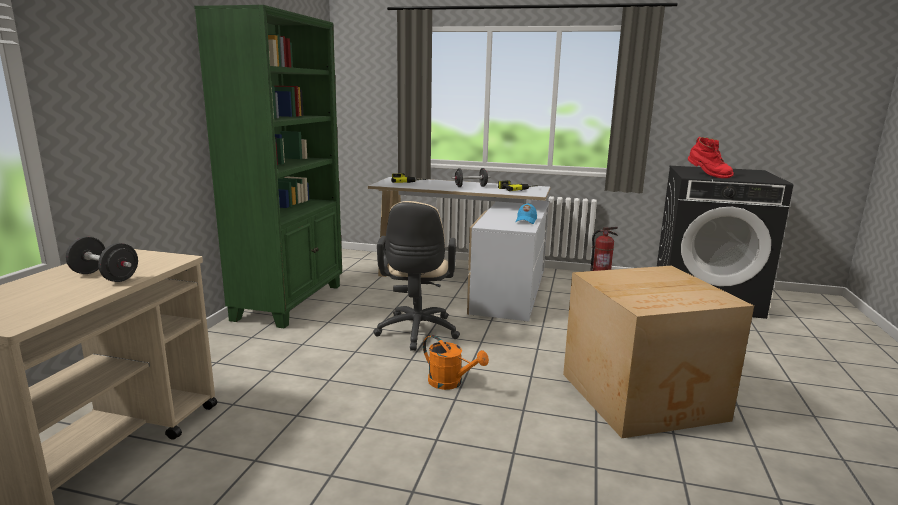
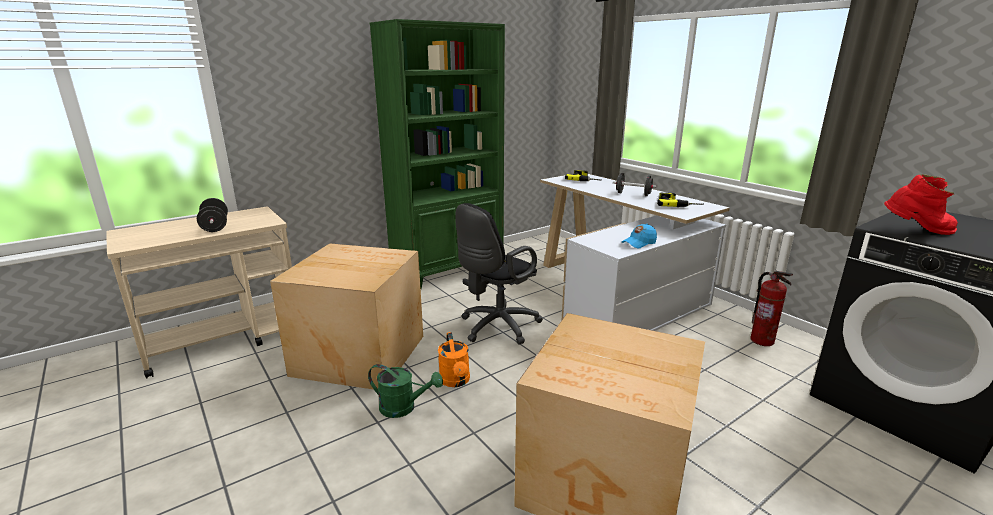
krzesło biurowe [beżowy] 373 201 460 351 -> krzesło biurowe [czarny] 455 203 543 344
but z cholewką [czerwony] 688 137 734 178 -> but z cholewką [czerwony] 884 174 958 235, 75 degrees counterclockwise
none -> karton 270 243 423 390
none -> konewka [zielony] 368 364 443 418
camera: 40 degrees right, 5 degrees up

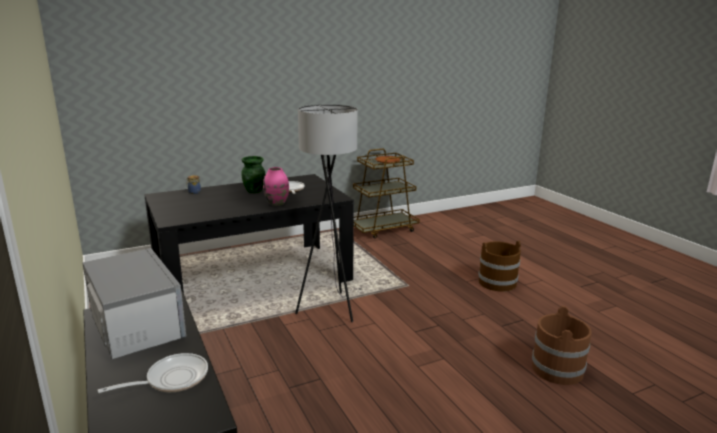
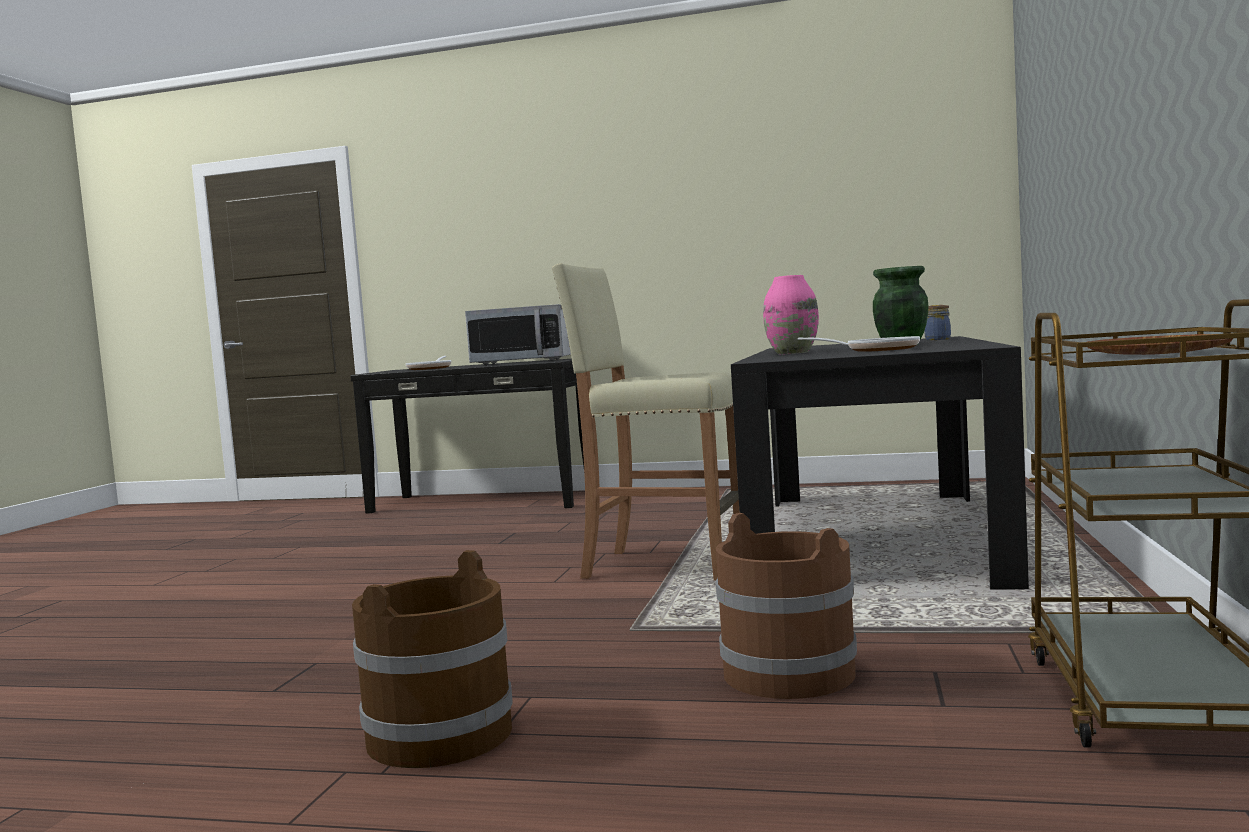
lampa stojąca [szary] 295 105 361 322 -> stołek [beżowy] 552 263 739 581
wiadro [brązowy] 532 306 592 385 -> wiadro [brązowy] 716 513 857 699, moved
camera: 130 degrees right, 15 degrees down

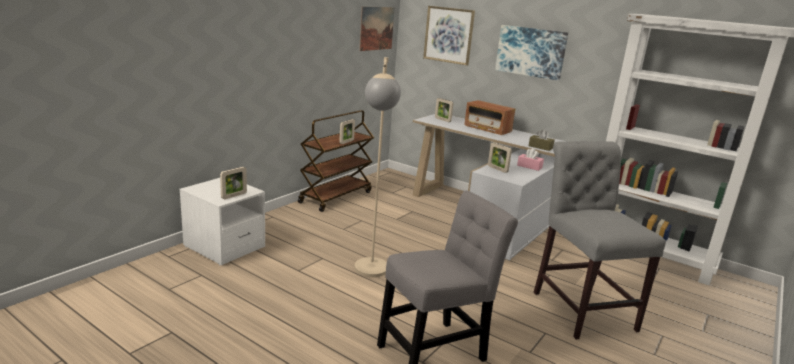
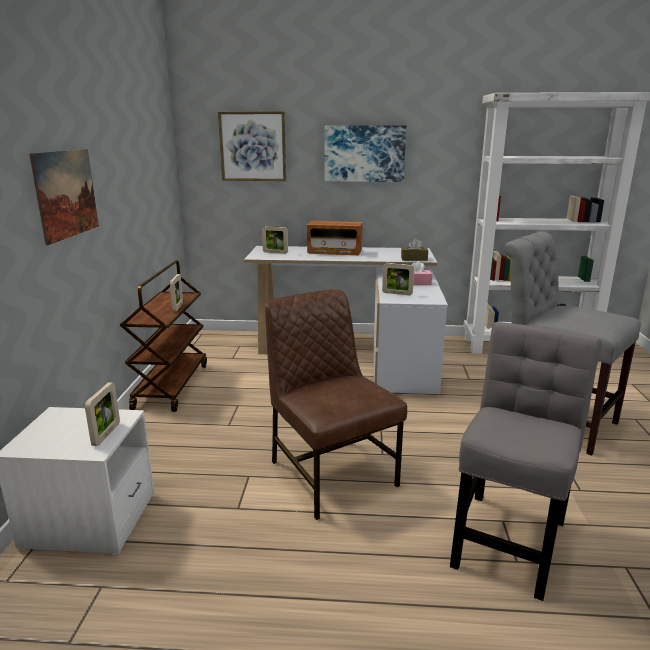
lampa stojąca [beżowy] 354 57 401 277 -> krzesło [brązowy] 265 289 407 520
obraz 359 7 395 51 -> obraz 29 149 99 245, moved
camera: 30 degrees left, 0 degrees up

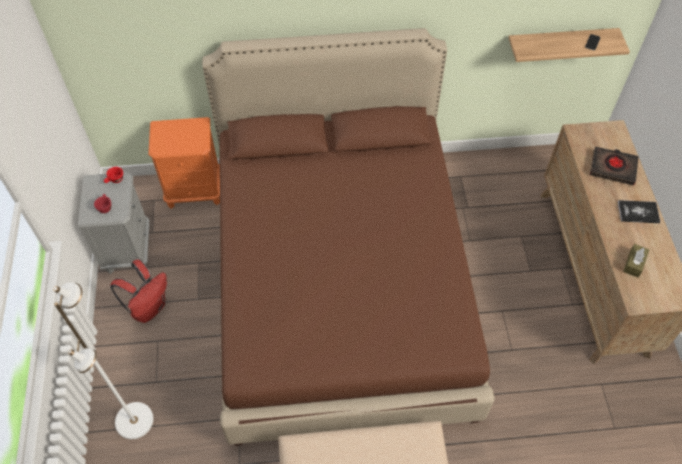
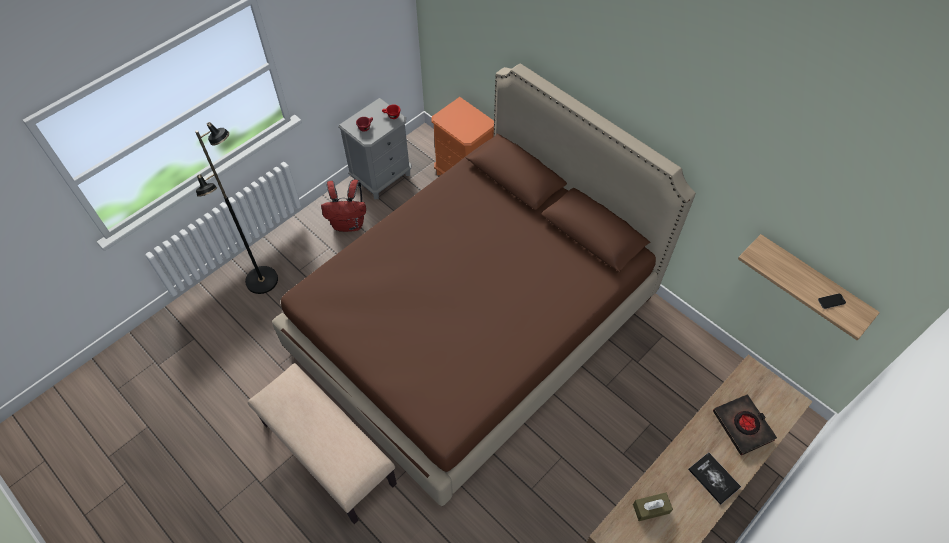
lampa stojąca [biały] 53 282 153 439 -> lampa stojąca [czarny] 195 122 278 294
camera: 50 degrees right, 0 degrees up

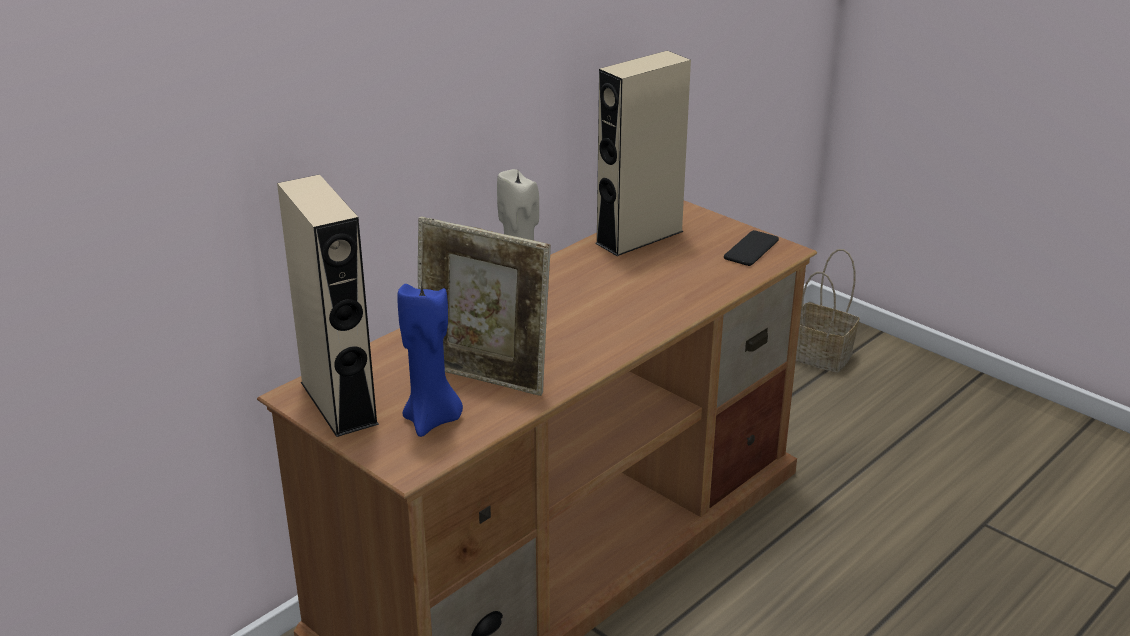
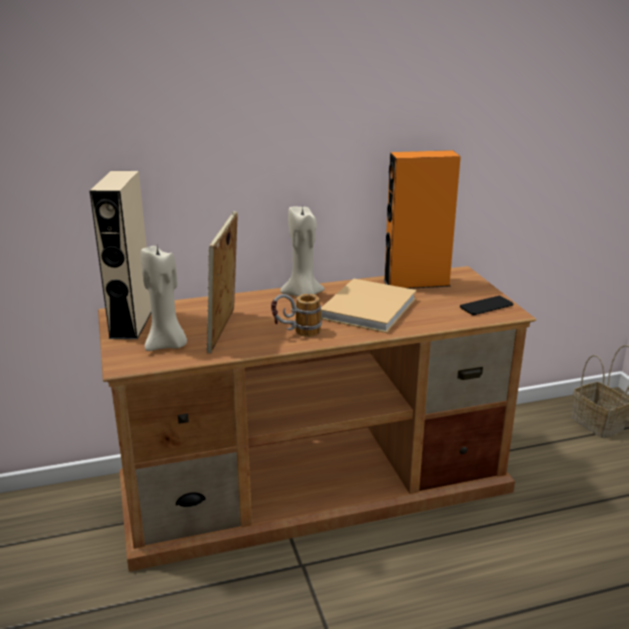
świeca [niebieski] 397 281 463 437 -> świeca [beżowy] 141 246 187 351
ramka na zdjęcie 418 216 551 396 -> ramka na zdjęcie 206 211 238 353, 45 degrees clockwise
głośnik [beżowy] 595 51 691 256 -> głośnik [pomarańczowy] 384 150 461 289
none -> kubek 271 294 322 337
none -> książka [beżowy] 320 279 417 333
camera: 30 degrees right, 5 degrees down

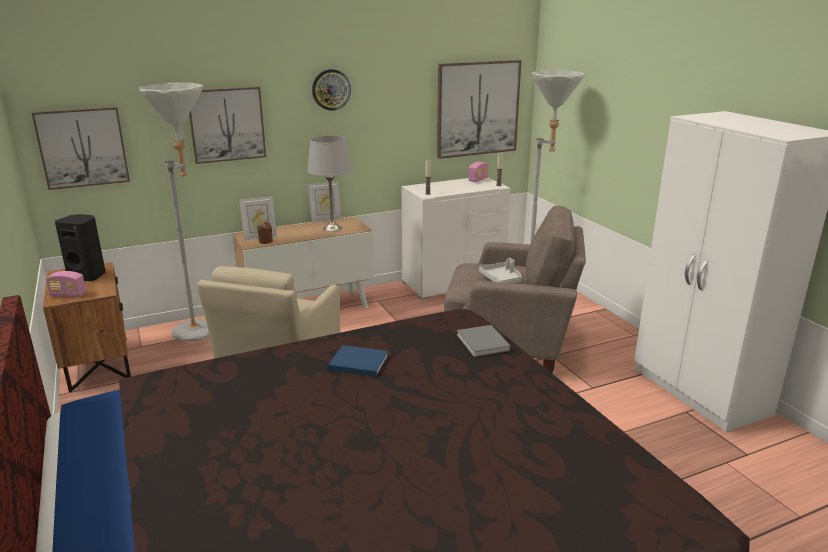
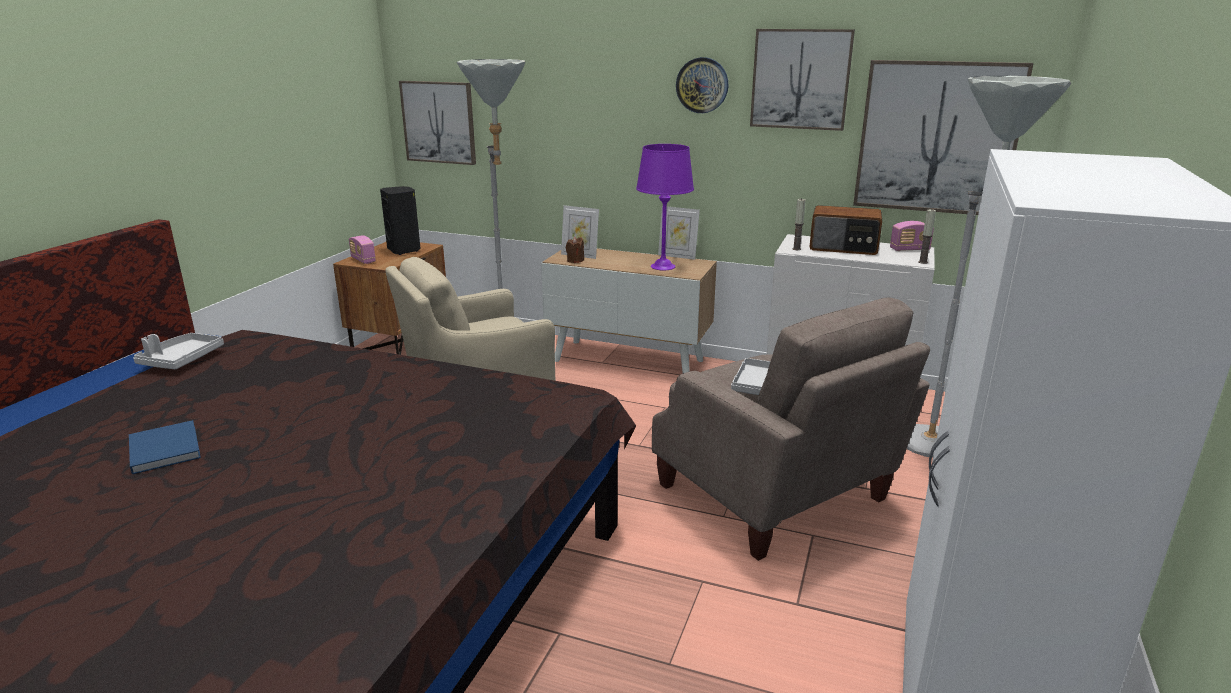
obraz 189 87 266 164 -> obraz 750 29 855 131, moved
lampa stołowa [szary] 307 136 352 232 -> lampa stołowa [fioletowy] 636 144 694 270
książka [niebieski] 328 345 388 377 -> książka [niebieski] 129 420 201 474, moved
książka [szary] 457 325 511 357 -> none
none -> taca [szary] 133 333 224 369
none -> radio 810 205 882 255
camera: 45 degrees right, 0 degrees up

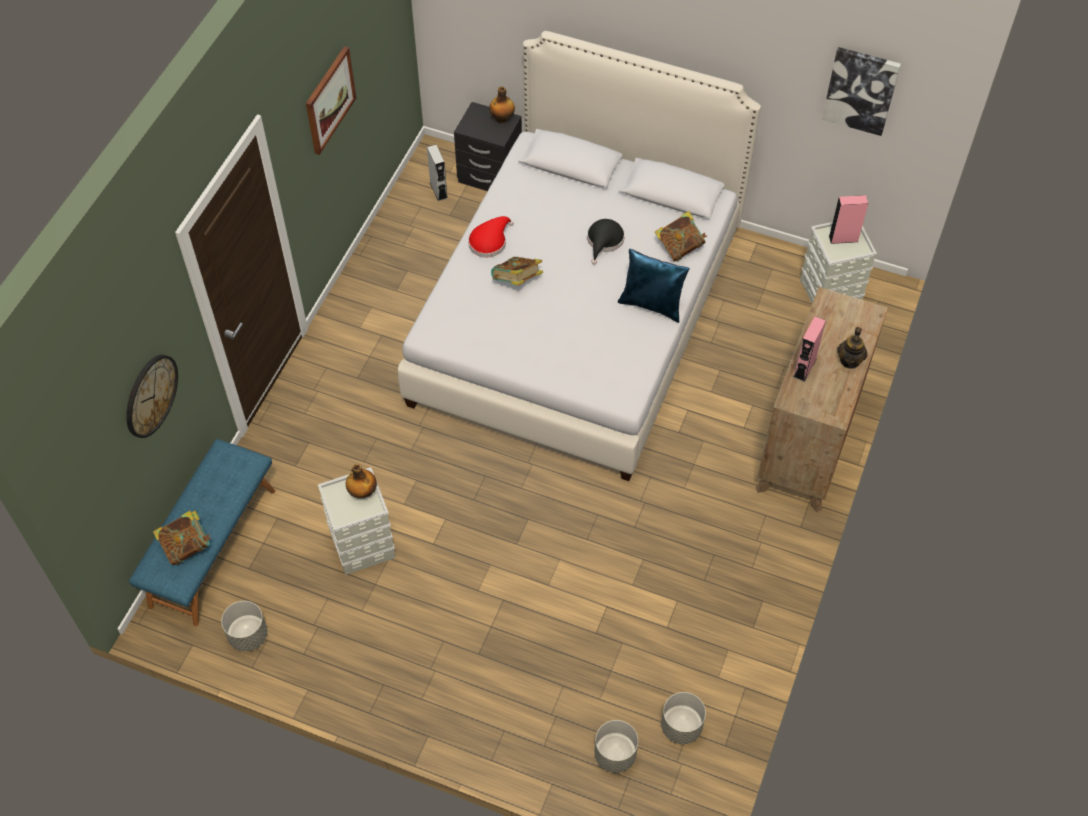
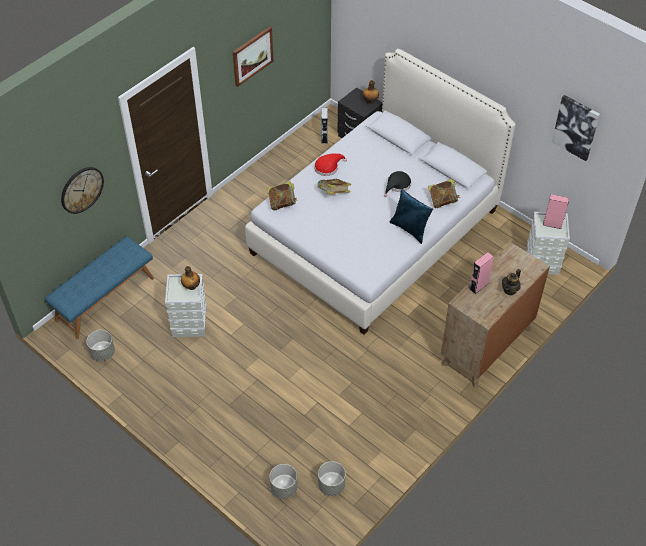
książka 153 511 211 565 -> książka 267 181 298 210, moved
camera: 20 degrees right, 5 degrees down

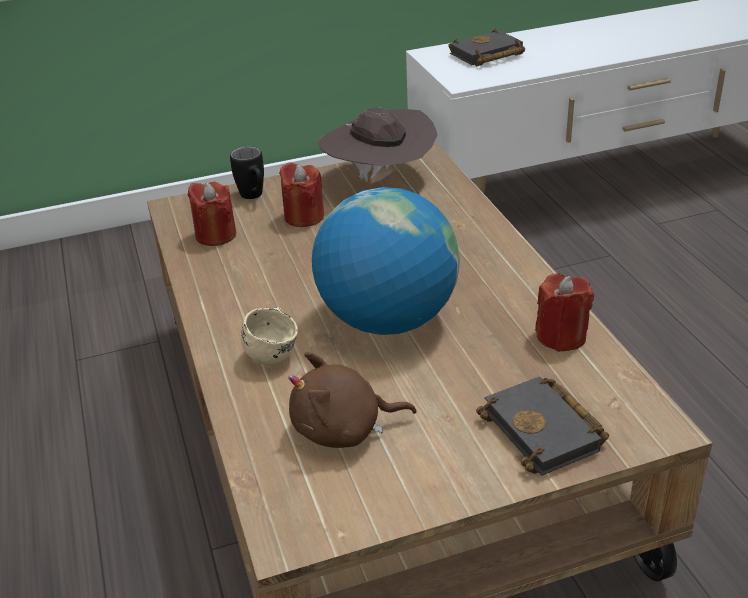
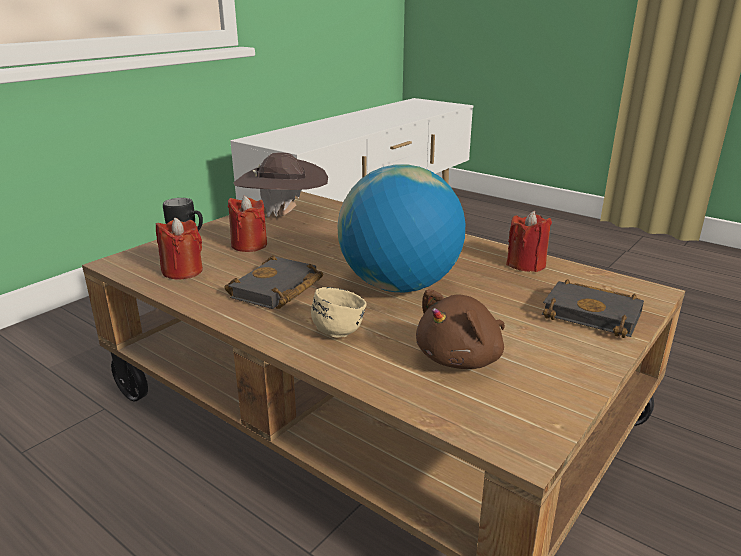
książka [czarny] 448 29 525 66 -> książka [czarny] 224 256 323 309, moved
camera: 35 degrees left, 10 degrees down

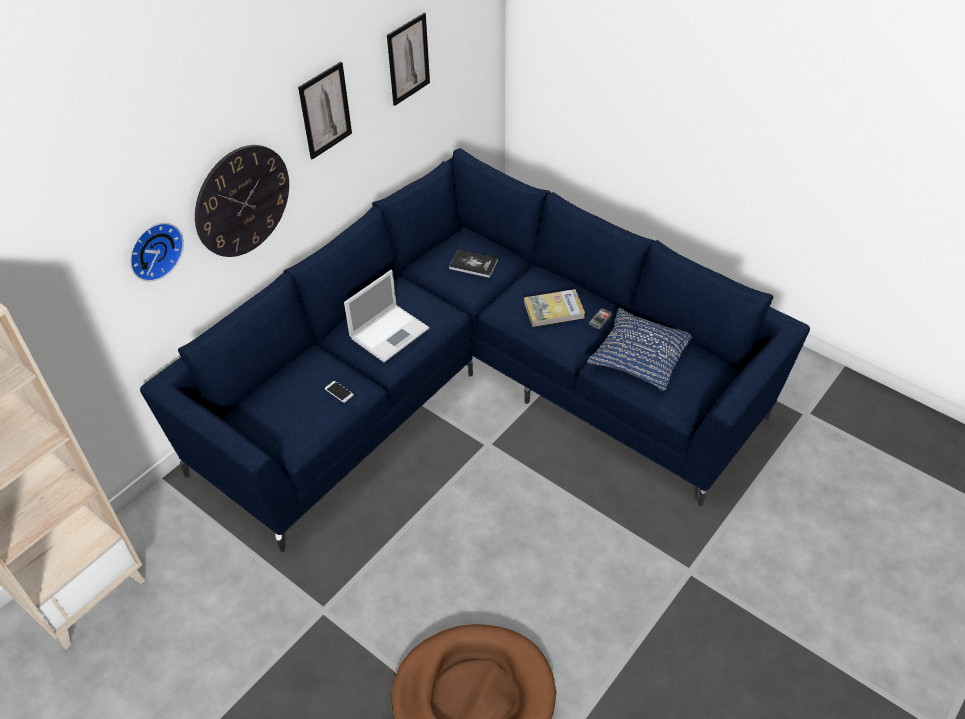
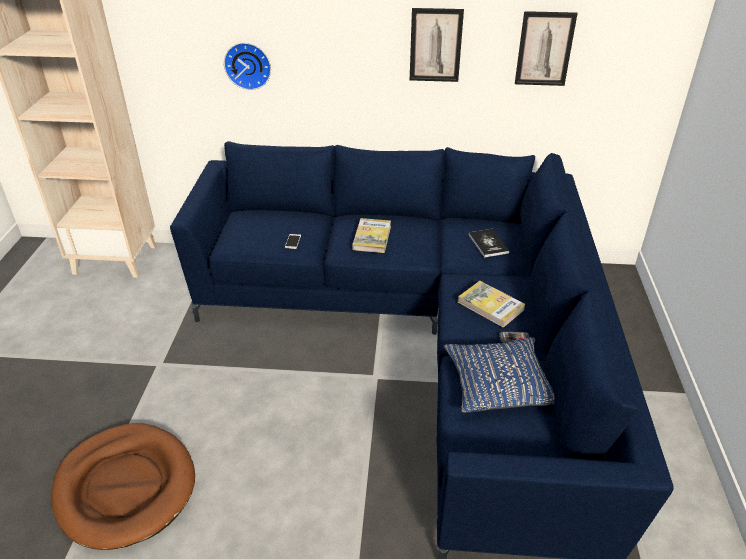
zegar ścienny 195 145 289 257 -> none
laptop 344 270 429 362 -> książka 352 218 391 253
camera: 55 degrees right, 10 degrees down

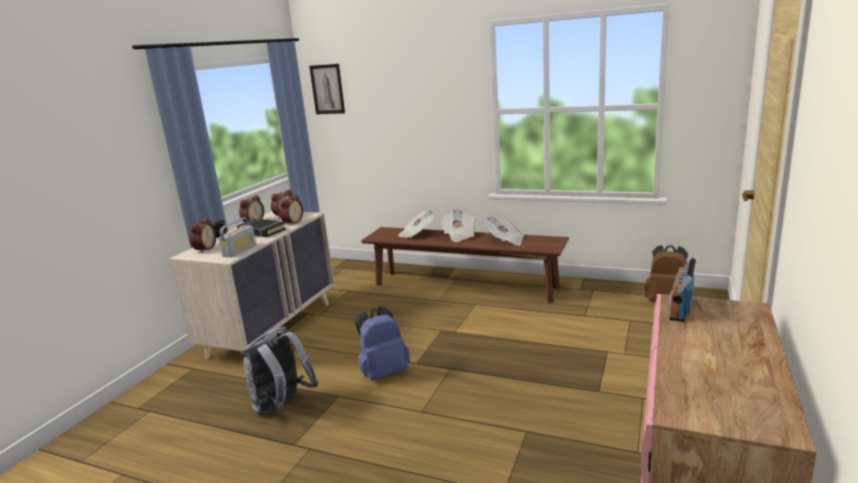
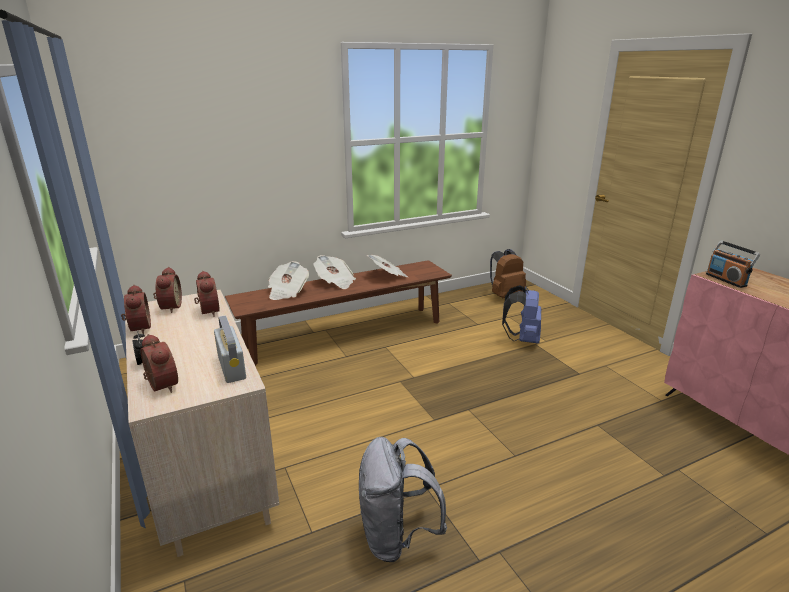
książka [czarny] 237 218 286 237 -> none
obraz 309 64 345 114 -> none
plecak [niebieski] 355 307 410 381 -> plecak [niebieski] 502 285 541 343, moved
camera: 50 degrees left, 5 degrees up

